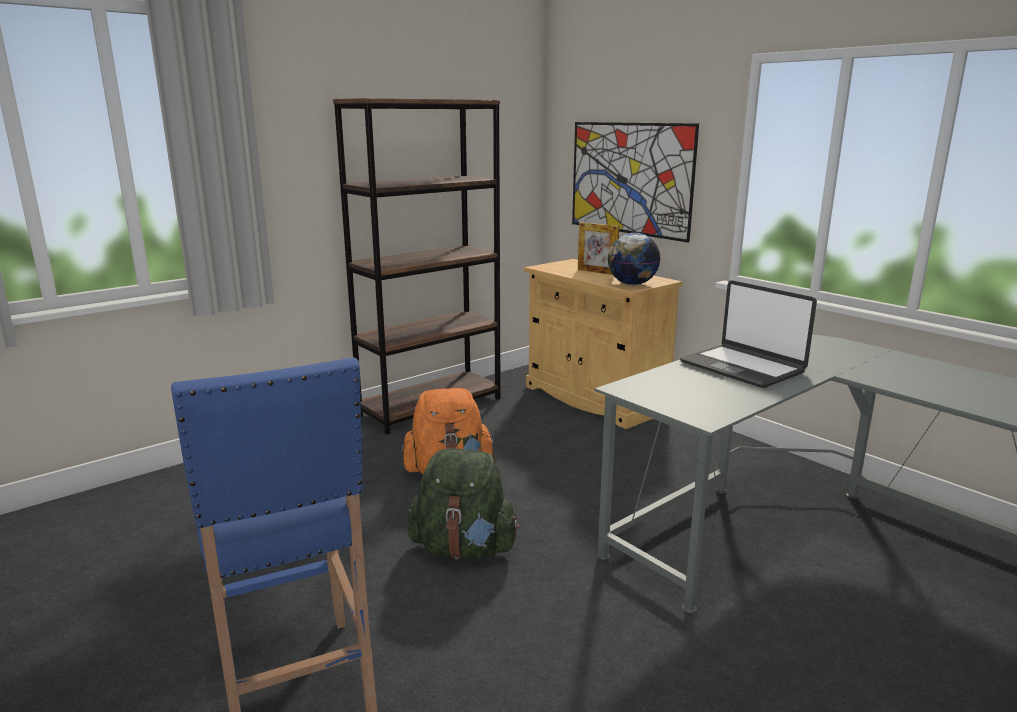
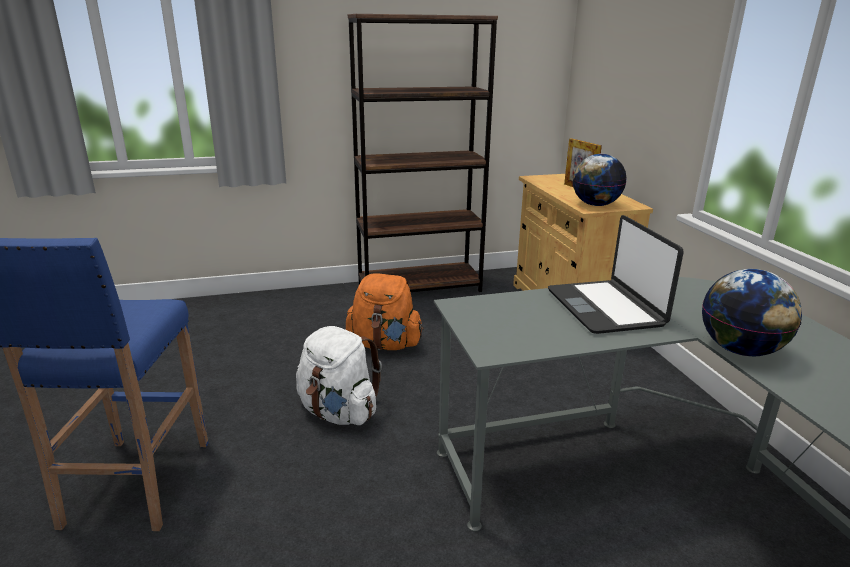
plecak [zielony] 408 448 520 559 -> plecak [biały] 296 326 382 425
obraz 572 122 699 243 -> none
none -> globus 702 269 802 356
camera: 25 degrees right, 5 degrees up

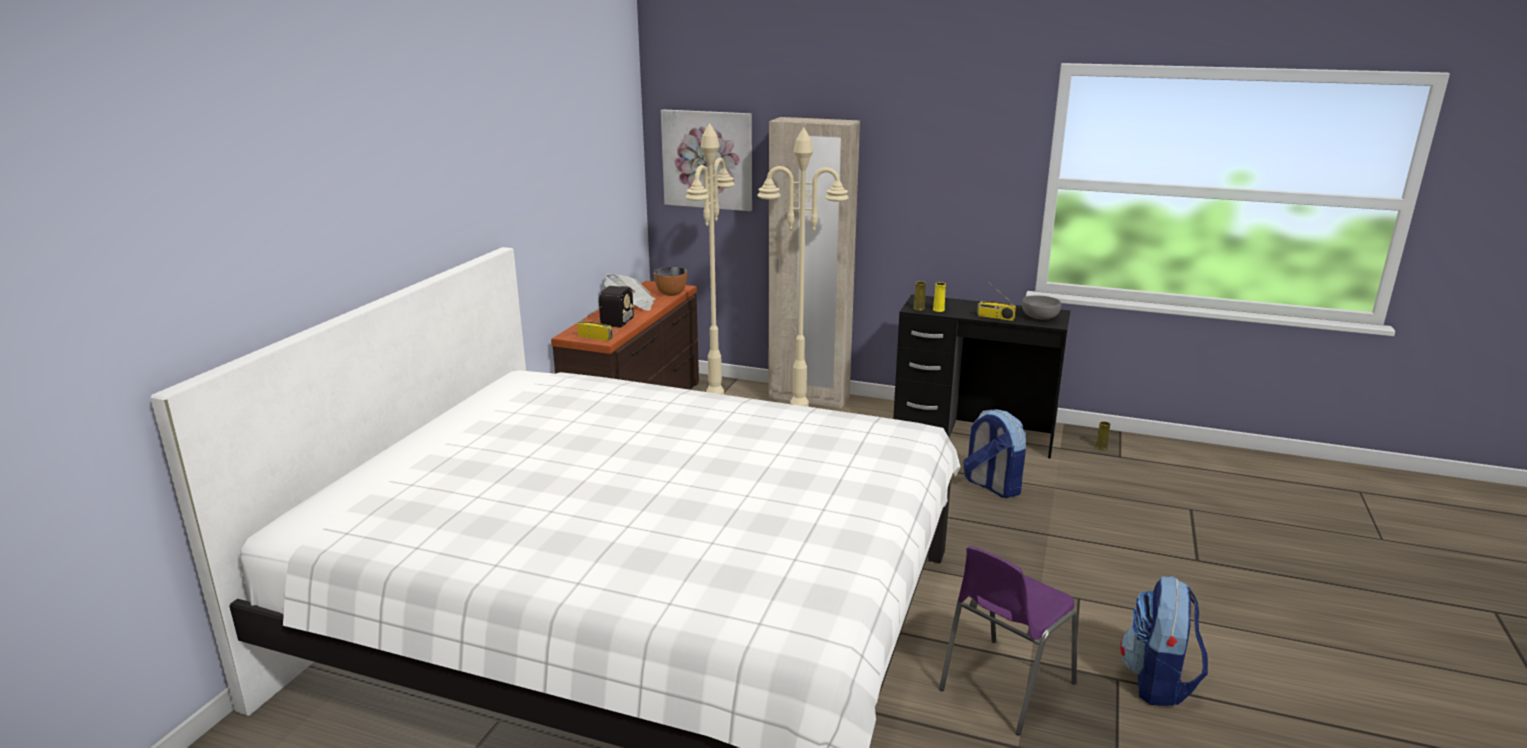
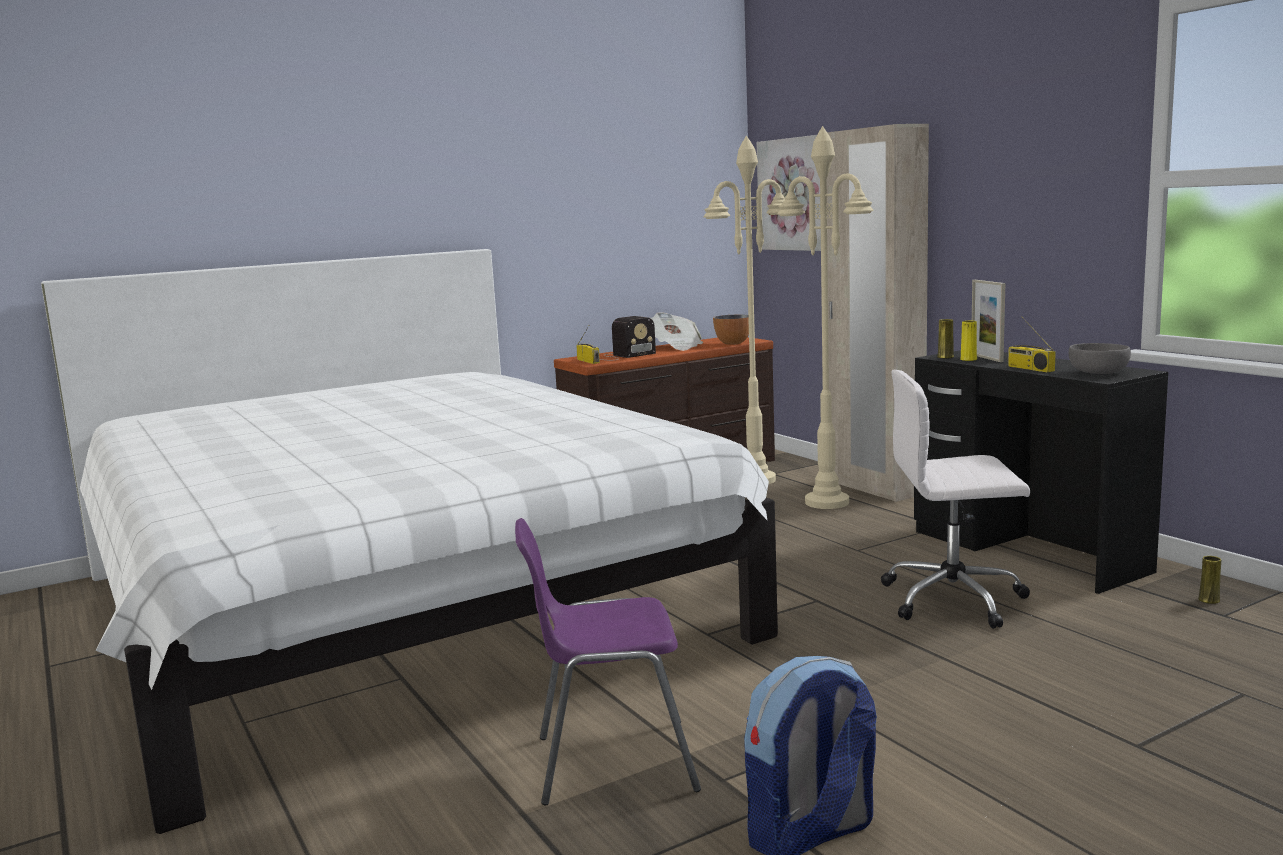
plecak 963 409 1026 498 -> krzesło biurowe [biały] 881 370 1030 629
none -> ramka na zdjęcie 972 280 1005 362
camera: 40 degrees right, 10 degrees down

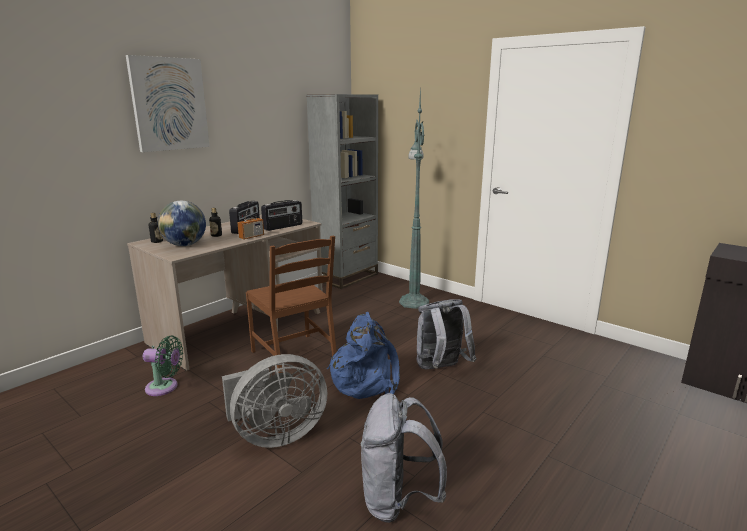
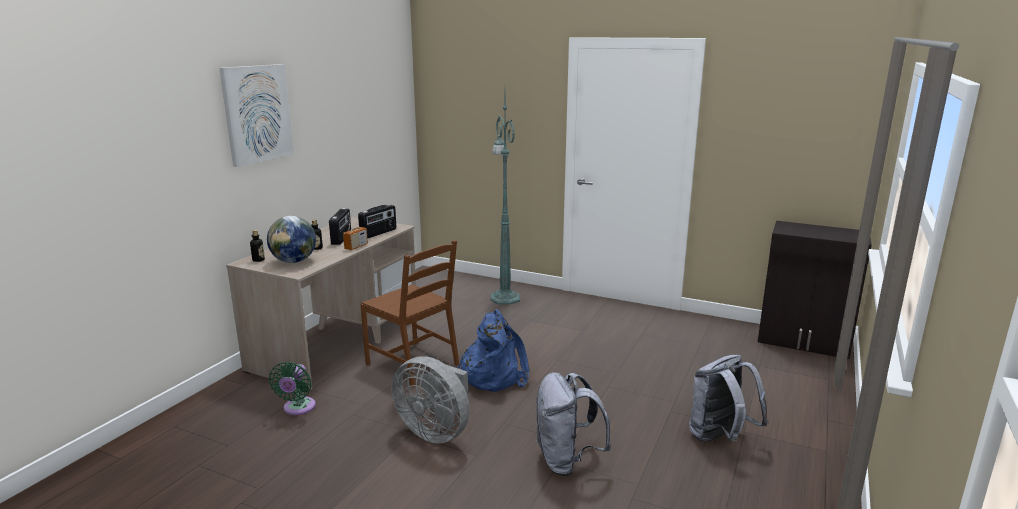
wentylator [zielony] 143 336 183 396 -> wentylator [zielony] 269 362 316 415, 105 degrees clockwise
wentylator [szary] 222 354 327 448 -> wentylator [szary] 392 356 470 443, 75 degrees clockwise
regał [szary] 306 94 378 289 -> none
plecak [szary] 416 299 476 370 -> plecak [szary] 689 355 768 442, moved
camera: 15 degrees left, 0 degrees up

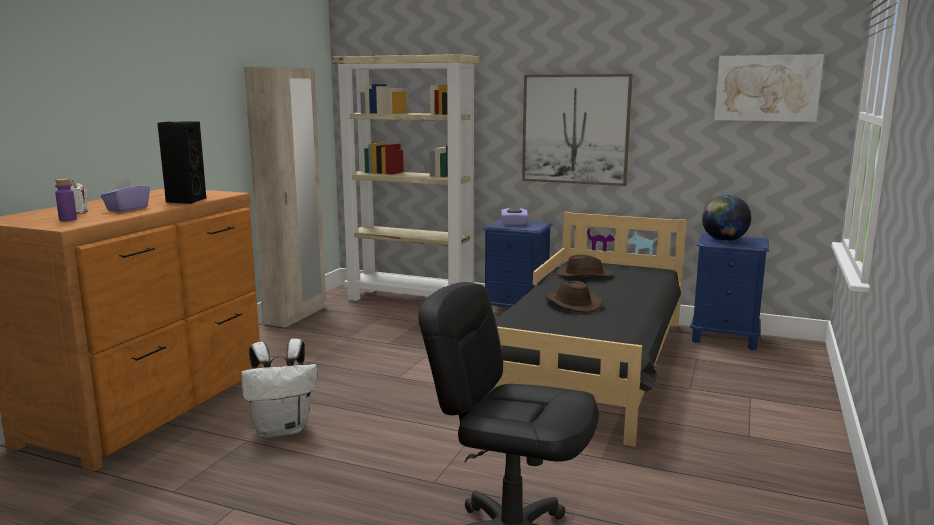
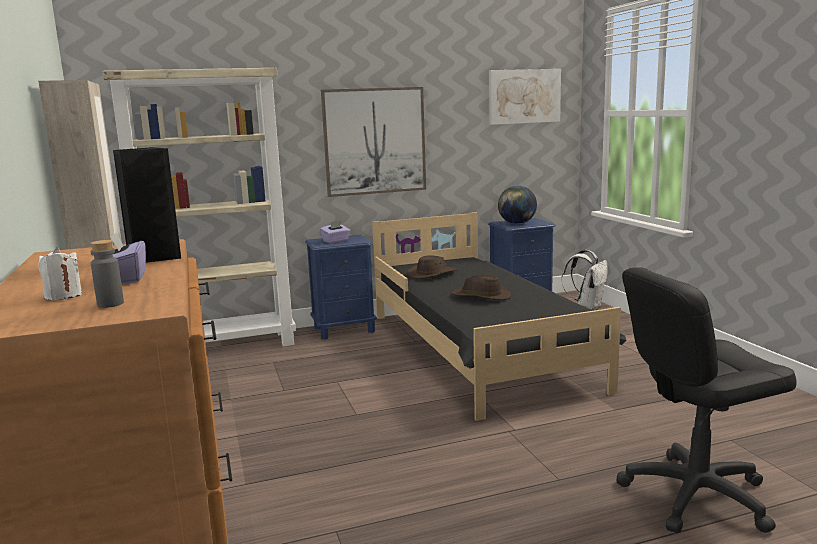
butelka [fioletowy] 55 179 77 221 -> butelka [szary] 90 240 124 308
plecak [biały] 241 338 317 438 -> plecak [biały] 562 250 608 310, moved
camera: 40 degrees left, 0 degrees up

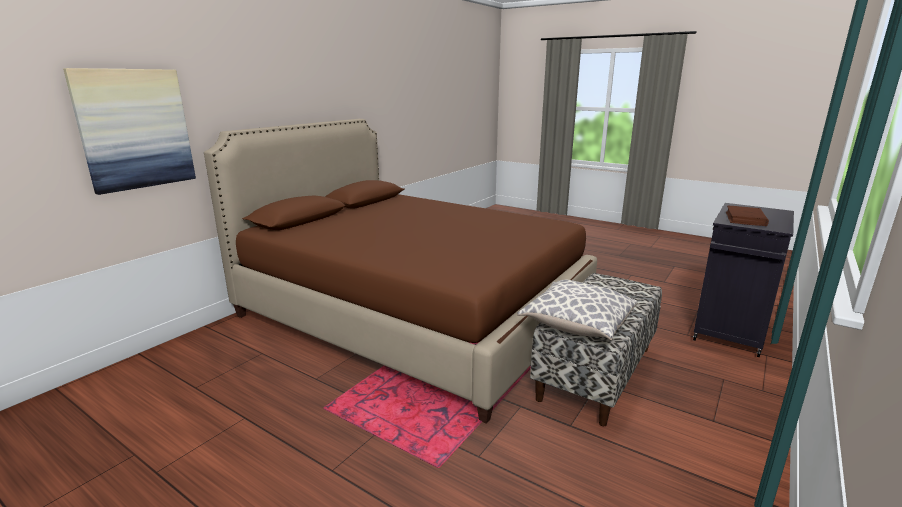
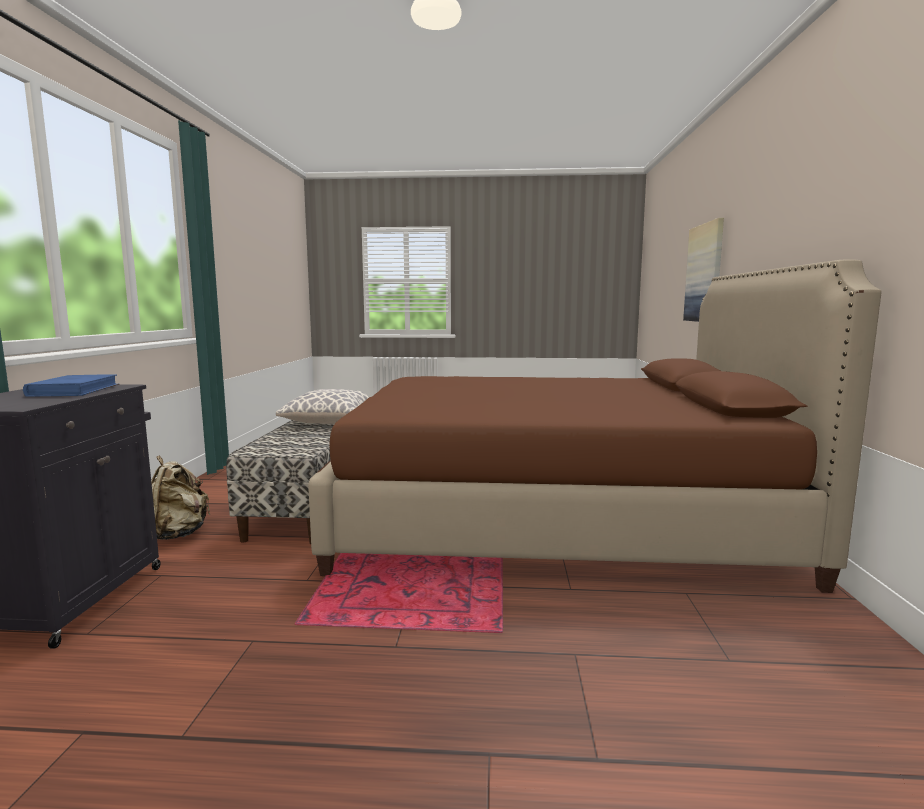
książka [brązowy] 726 205 769 226 -> książka [niebieski] 23 374 120 397
none -> plecak [beżowy] 151 455 210 540
camera: 150 degrees right, 10 degrees down

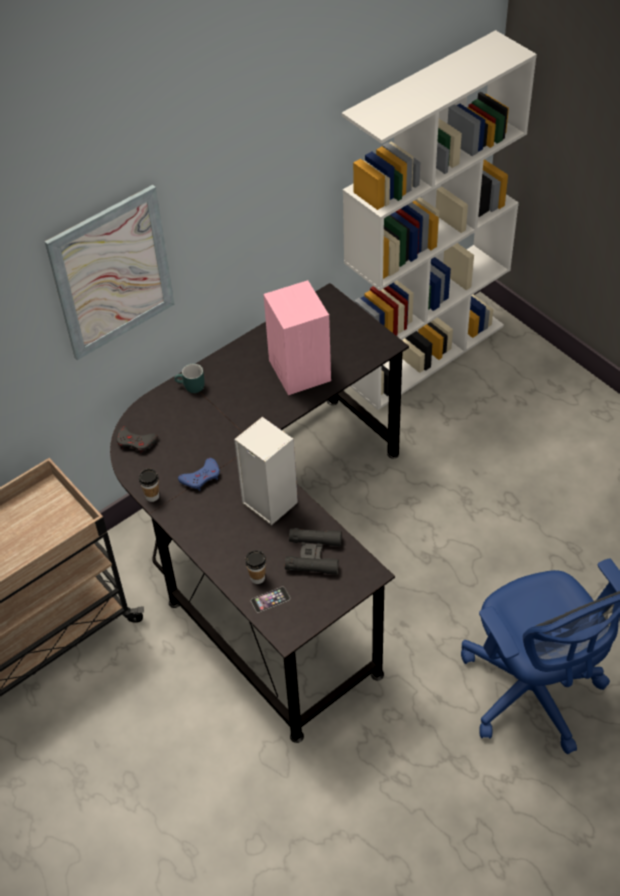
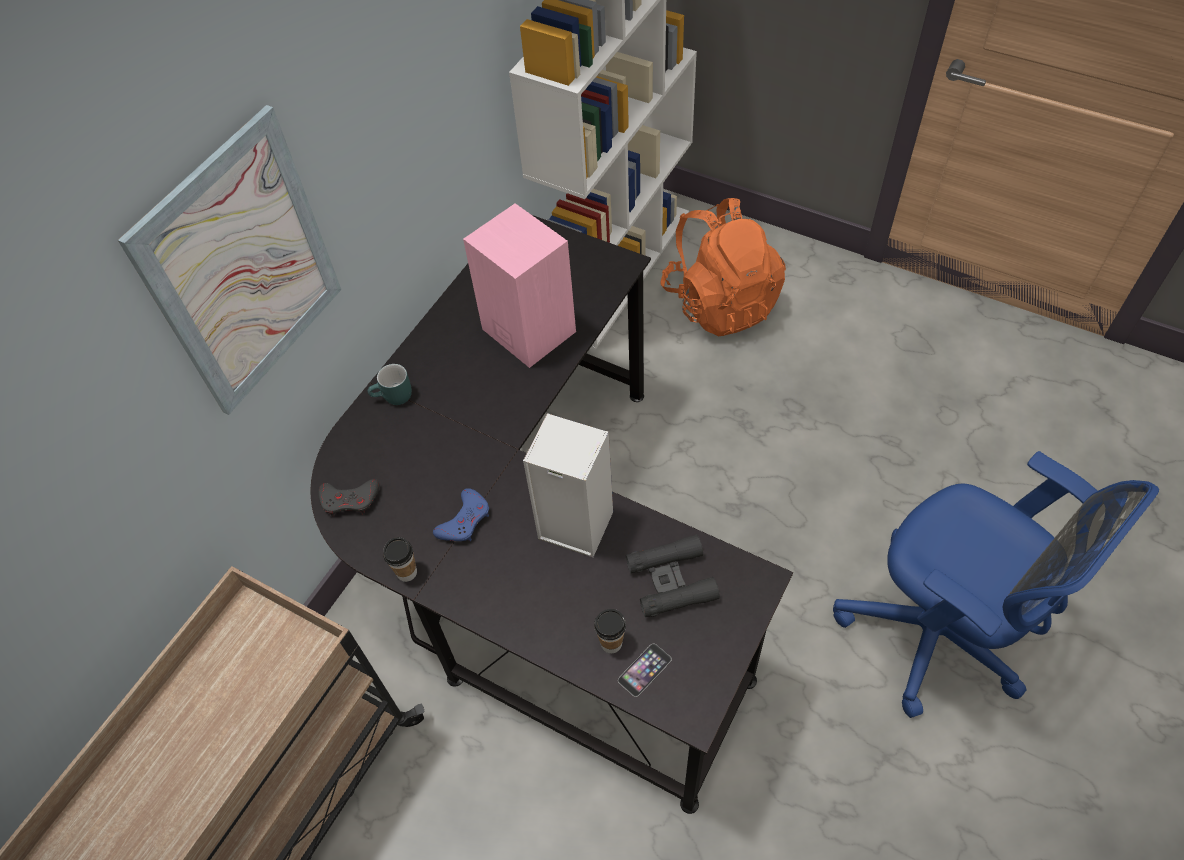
none -> plecak [pomarańczowy] 660 198 786 337
camera: 20 degrees left, 5 degrees up

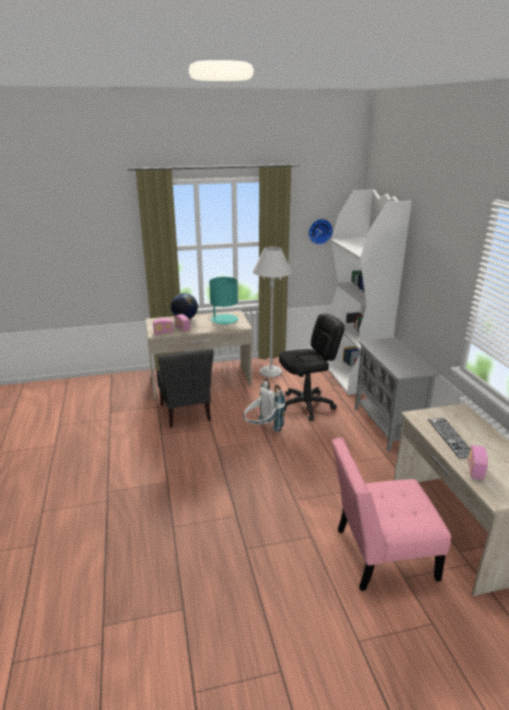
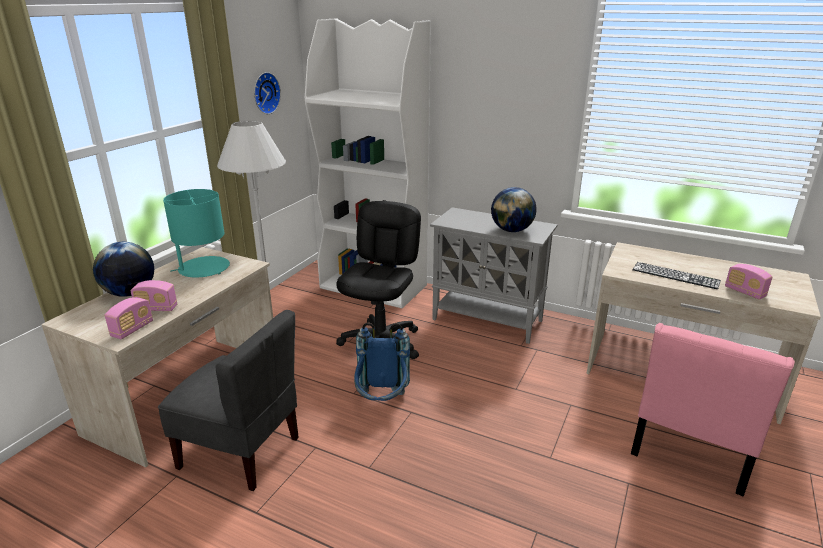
plecak [biały] 244 379 285 432 -> plecak [niebieski] 354 322 410 401
none -> globus 491 187 536 232
camera: 50 degrees left, 0 degrees up

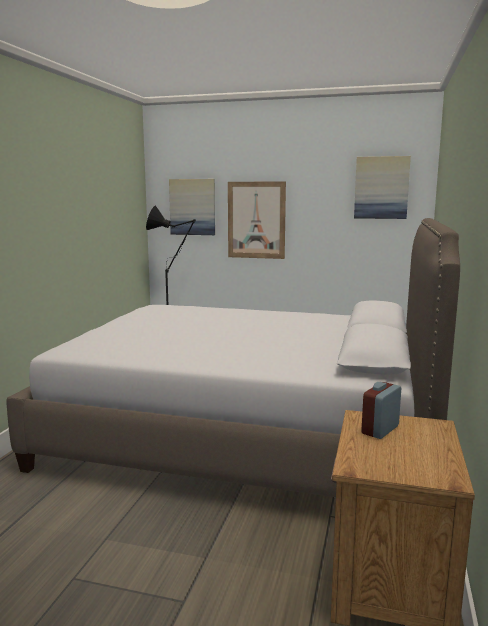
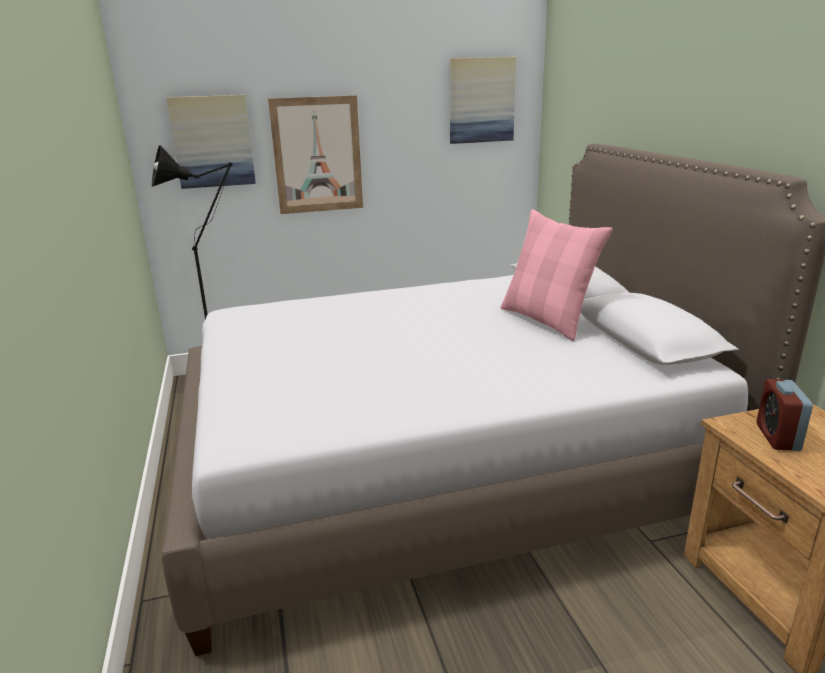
none -> poduszka [różowy] 501 209 613 341
camera: 30 degrees left, 10 degrees up

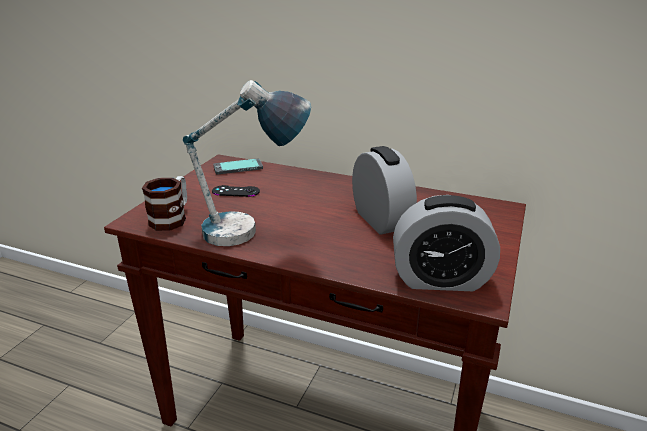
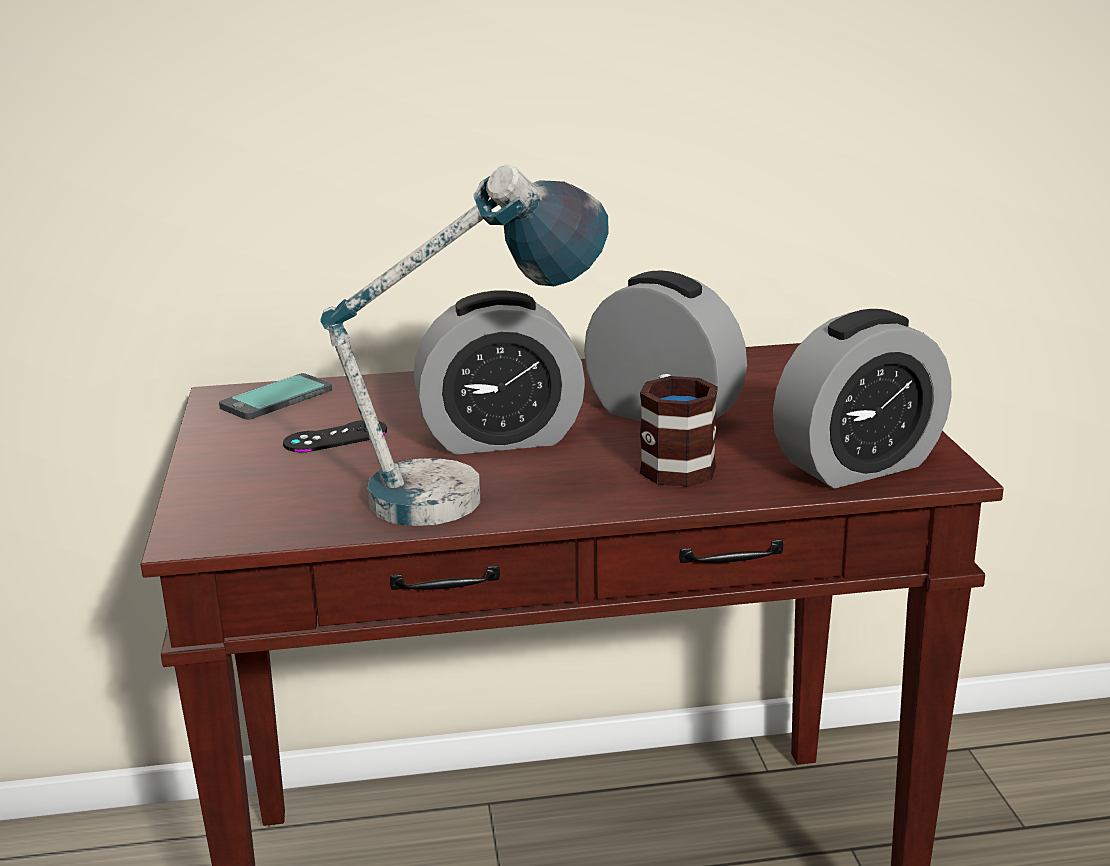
kubek 142 176 187 231 -> kubek 640 374 718 487, moved
none -> budzik 414 291 585 455
camera: 30 degrees left, 5 degrees down

